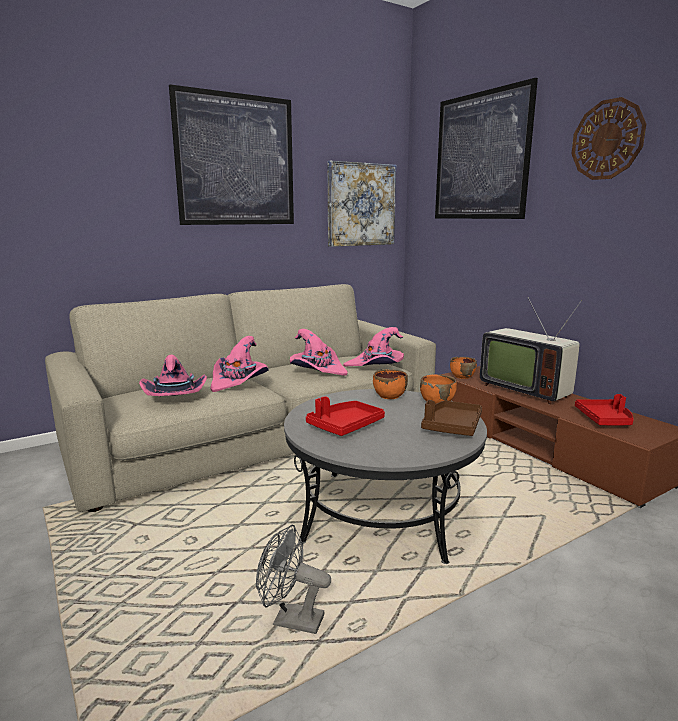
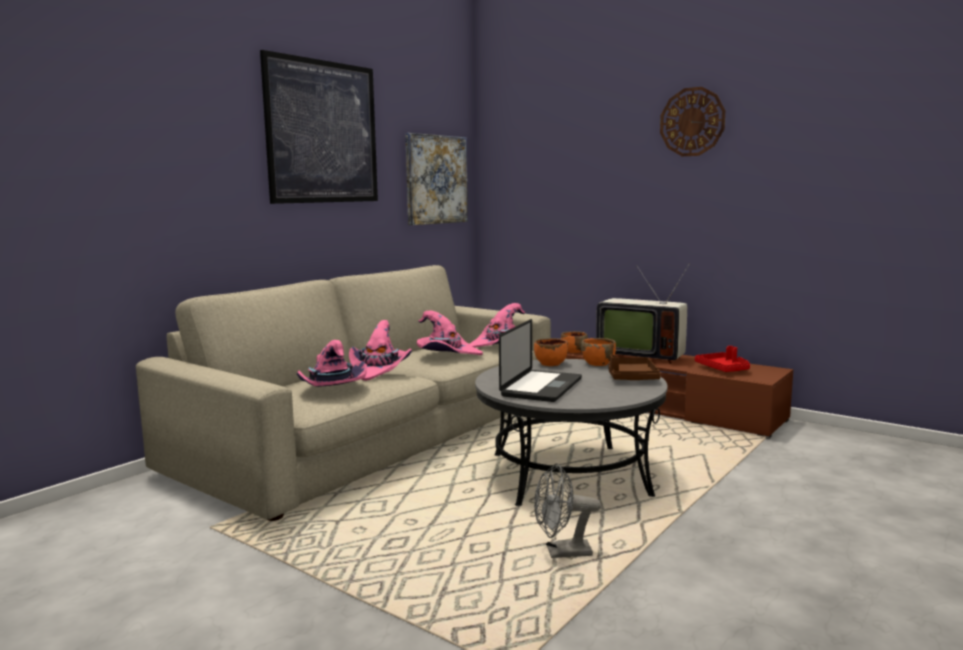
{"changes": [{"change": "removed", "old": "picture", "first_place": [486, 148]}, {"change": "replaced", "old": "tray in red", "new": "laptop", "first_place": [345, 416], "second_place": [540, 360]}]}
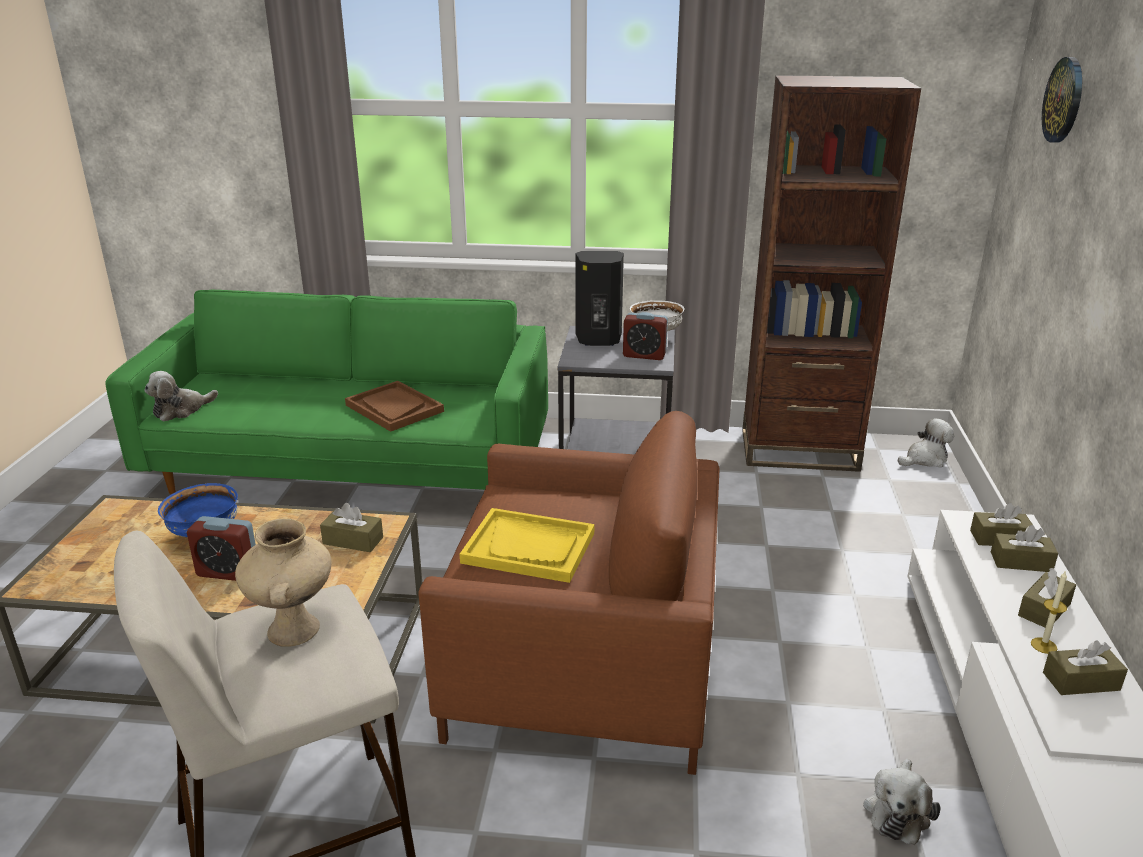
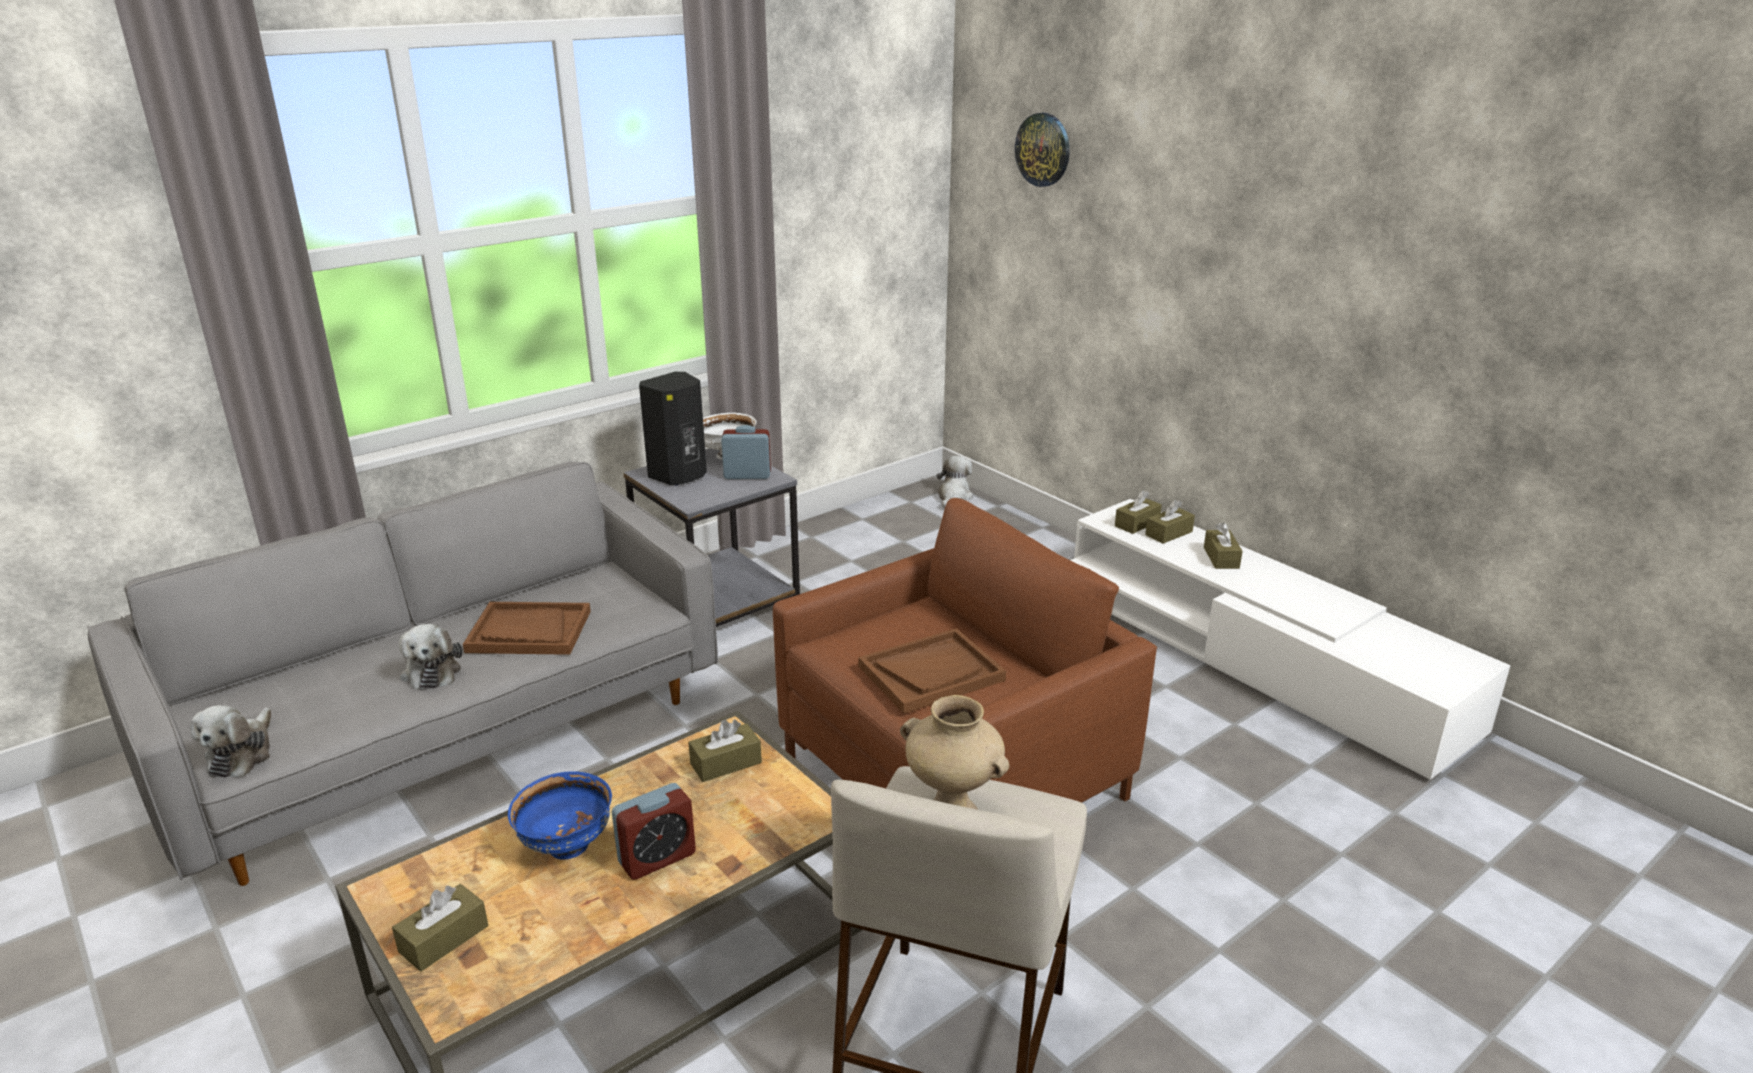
{"changes": [{"change": "removed", "old": "bookcase in brown", "first_place": [831, 273]}, {"change": "removed", "old": "candle", "first_place": [1049, 612]}, {"change": "moved", "old": "plush toy", "first_place": [902, 802], "second_place": [430, 657]}, {"change": "moved", "old": "tissue box in brown", "first_place": [1085, 667], "second_place": [440, 928]}, {"change": "recoloured", "old": "sofa in green", "new": "sofa in grey", "first_place": [326, 392], "second_place": [402, 673]}, {"change": "recoloured", "old": "tray in yellow", "new": "tray in brown", "first_place": [527, 545], "second_place": [932, 671]}, {"change": "turned", "old": "alarm clock", "first_place": [645, 336], "second_place": [746, 452], "degrees": -150}]}
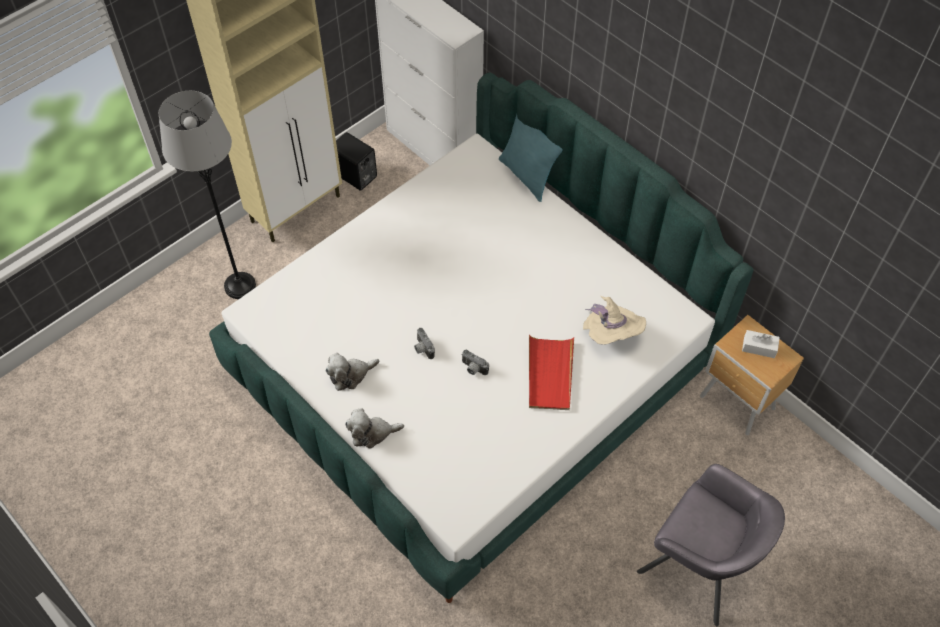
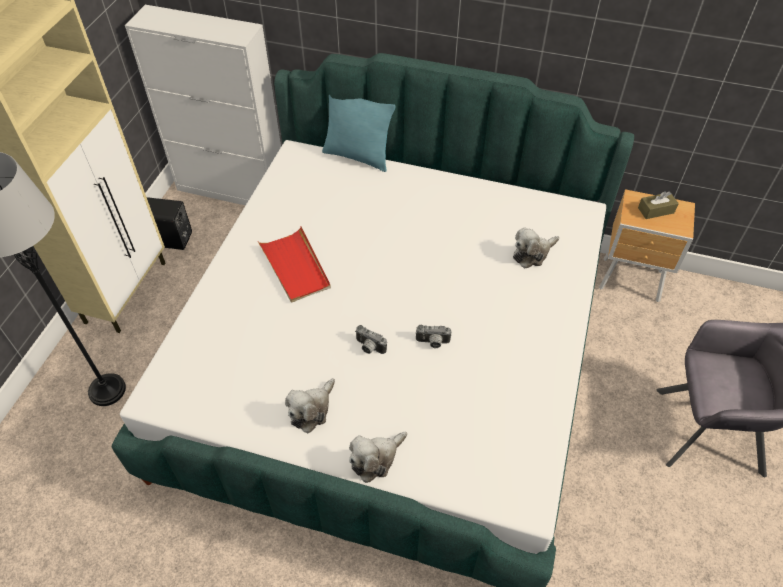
{"changes": [{"change": "moved", "old": "tray in red", "first_place": [551, 372], "second_place": [294, 265]}, {"change": "replaced", "old": "hat in beige", "new": "plush toy", "first_place": [614, 319], "second_place": [536, 247]}, {"change": "recoloured", "old": "tissue box in white", "new": "tissue box in brown", "first_place": [761, 344], "second_place": [658, 205]}]}
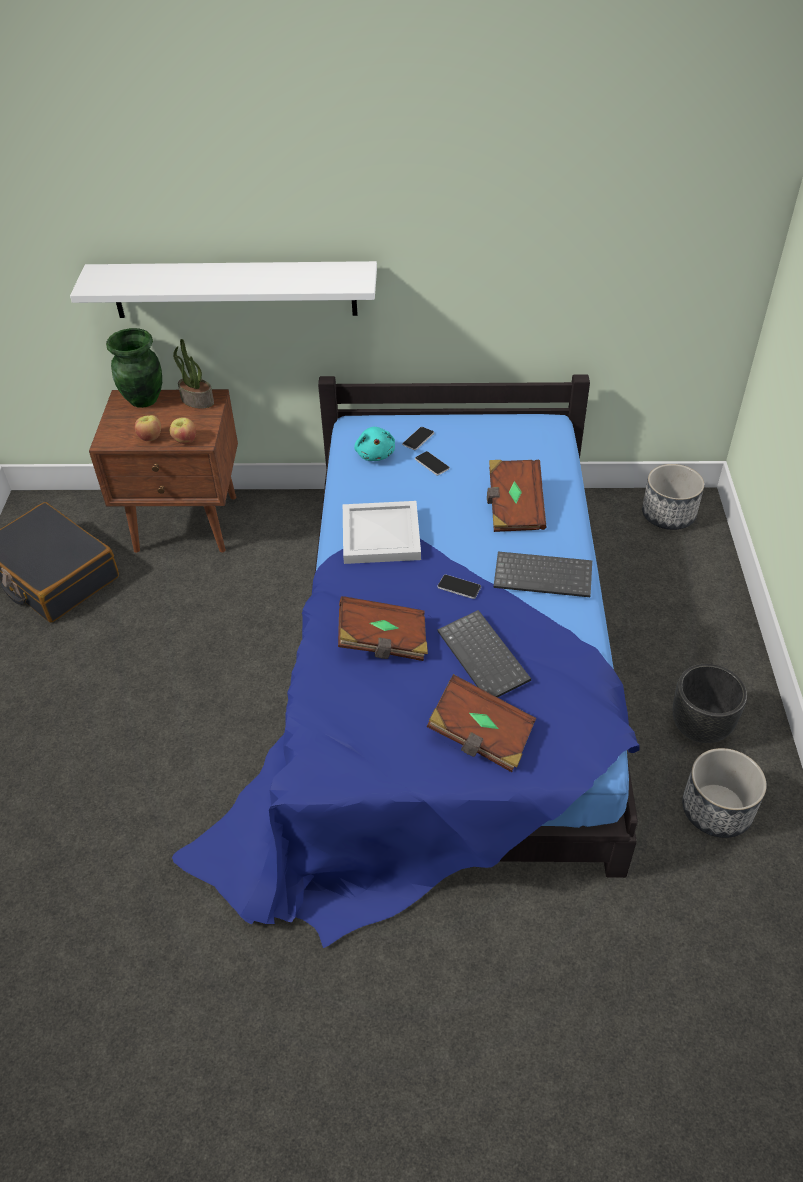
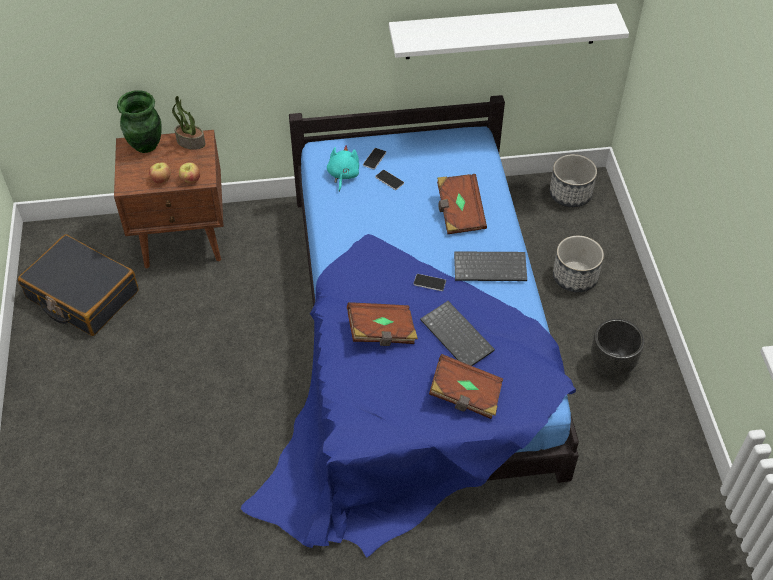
{"changes": [{"change": "removed", "old": "tray in white", "first_place": [382, 532]}, {"change": "moved", "old": "shelf in white", "first_place": [223, 289], "second_place": [509, 31]}, {"change": "moved", "old": "planter", "first_place": [724, 793], "second_place": [578, 264]}, {"change": "turned", "old": "plush toy in turquoise", "first_place": [374, 444], "second_place": [343, 168], "degrees": -150}]}
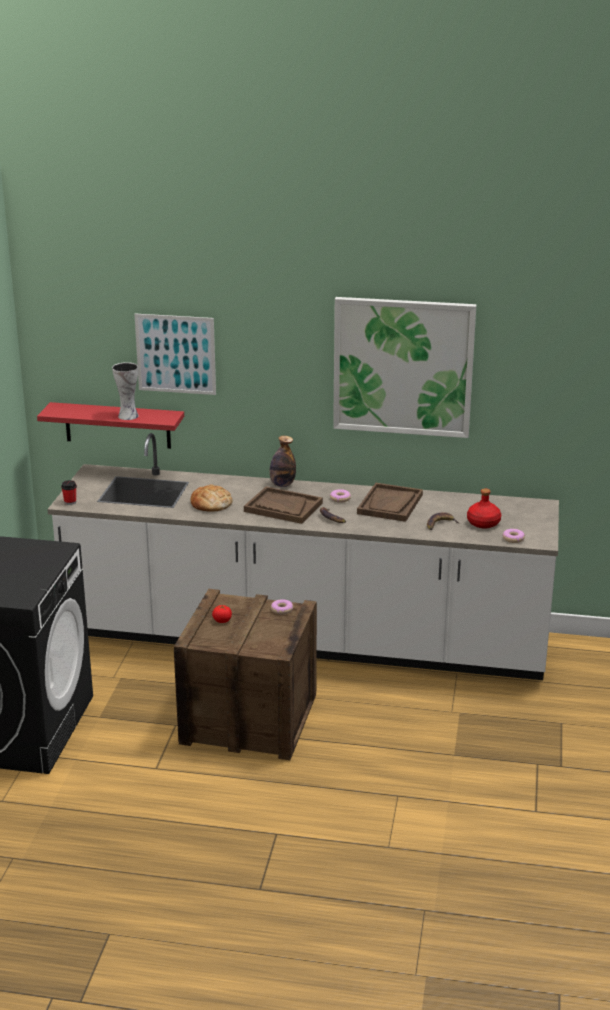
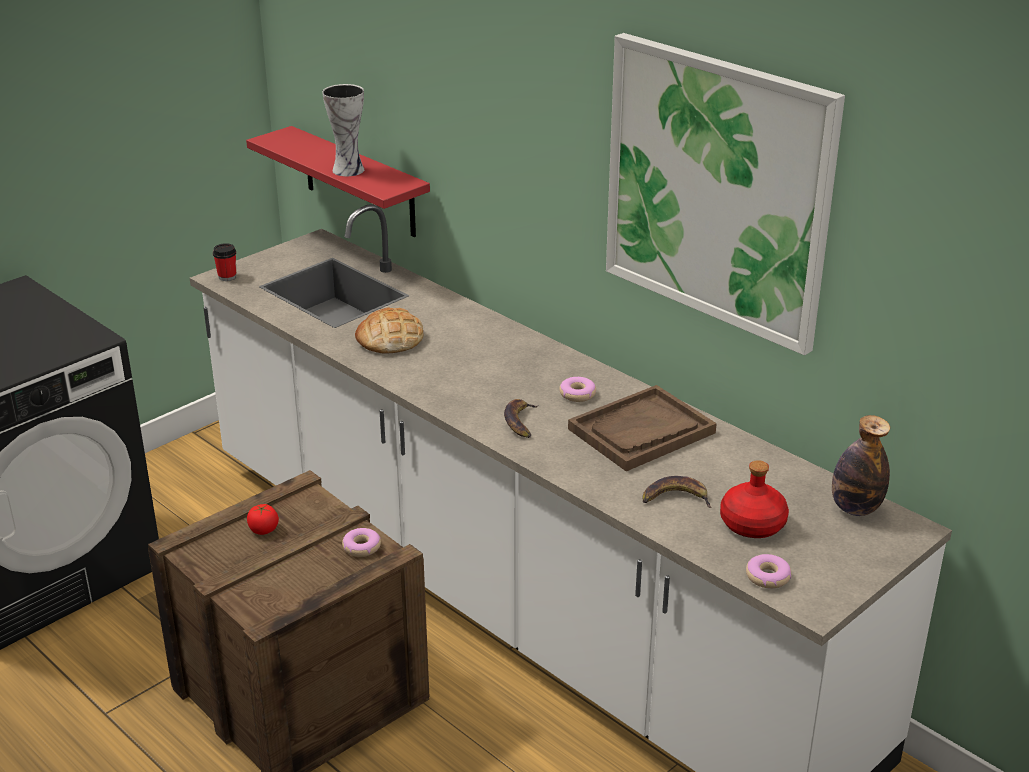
{"changes": [{"change": "removed", "old": "picture", "first_place": [175, 354]}, {"change": "removed", "old": "tray in brown", "first_place": [283, 505]}, {"change": "moved", "old": "bottle", "first_place": [283, 461], "second_place": [861, 465]}]}
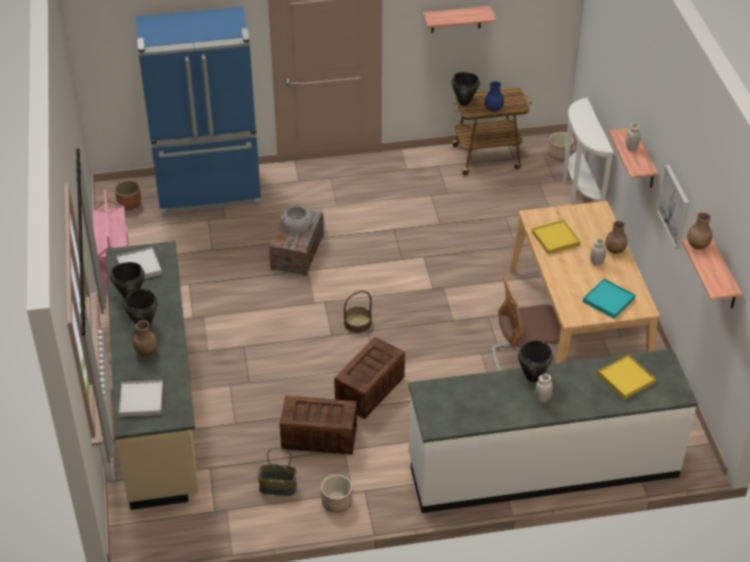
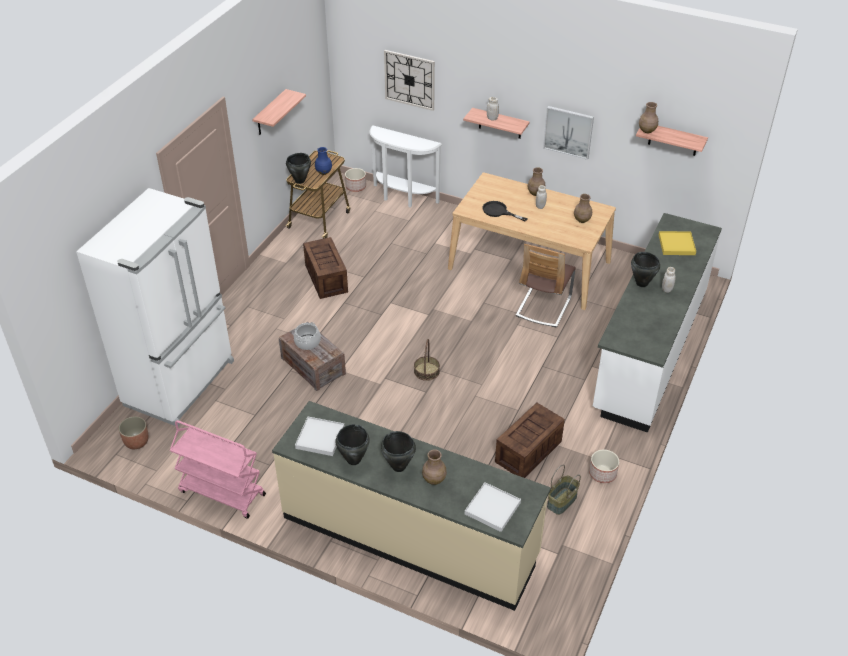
{"changes": [{"change": "added", "new": "wall clock", "second_place": [409, 80]}, {"change": "moved", "old": "crate", "first_place": [369, 378], "second_place": [325, 268]}, {"change": "replaced", "old": "tray in yellow", "new": "frying pan in black", "first_place": [556, 237], "second_place": [505, 211]}, {"change": "replaced", "old": "tray in turquoise", "new": "vase in brown", "first_place": [609, 299], "second_place": [583, 208]}, {"change": "recoloured", "old": "fridge in blue", "new": "fridge in white", "first_place": [198, 111], "second_place": [155, 307]}]}
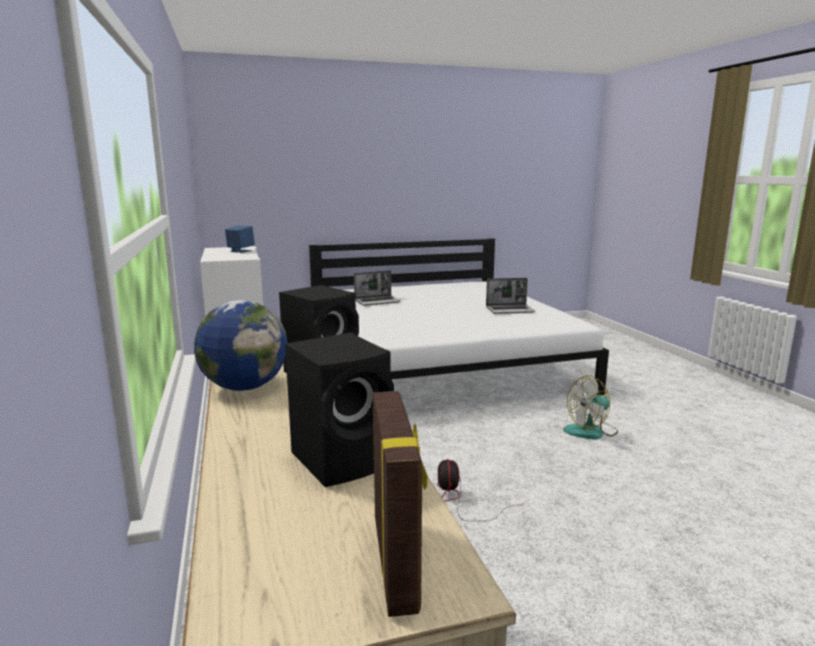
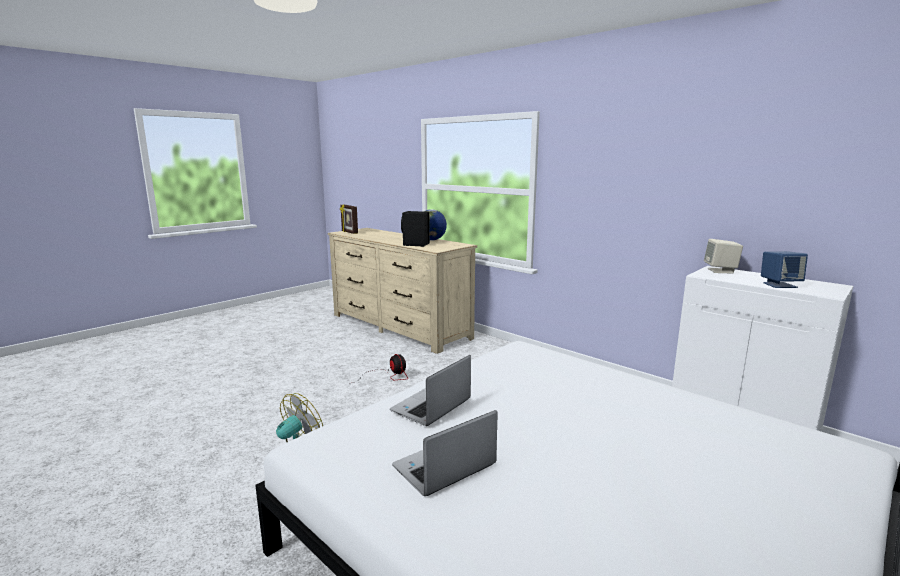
{"changes": [{"change": "removed", "old": "speaker in black", "first_place": [339, 410]}, {"change": "added", "new": "speaker in beige", "second_place": [723, 256]}, {"change": "moved", "old": "laptop", "first_place": [377, 288], "second_place": [430, 390]}]}
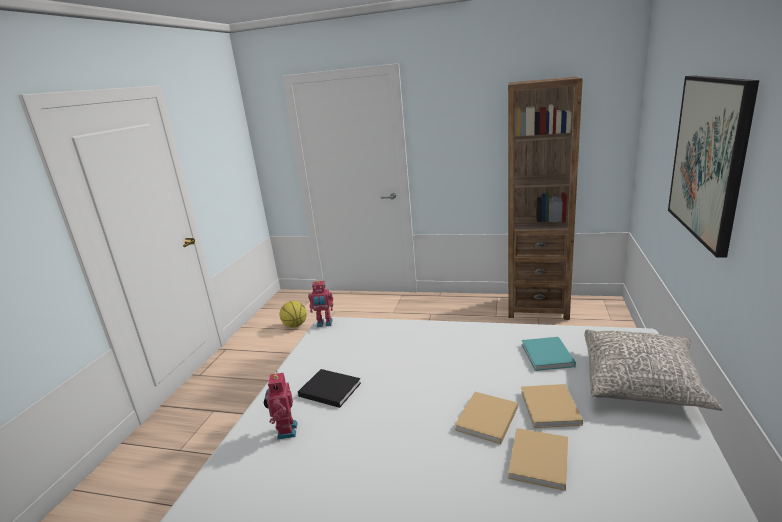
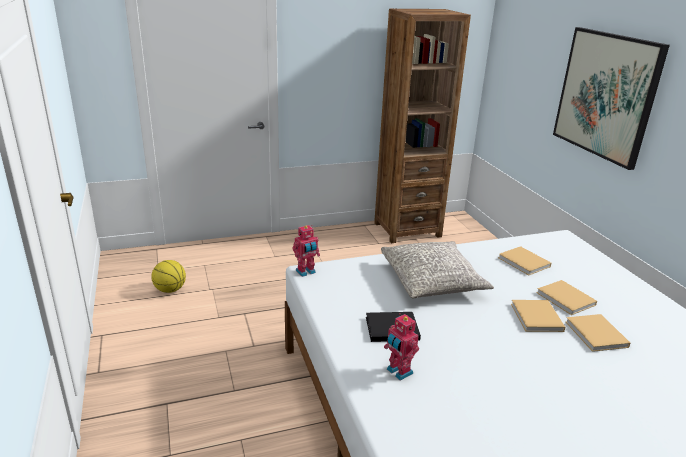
{"changes": [{"change": "moved", "old": "pillow in grey", "first_place": [653, 370], "second_place": [437, 269]}, {"change": "recoloured", "old": "book in turquoise", "new": "book in beige", "first_place": [549, 354], "second_place": [524, 260]}]}
